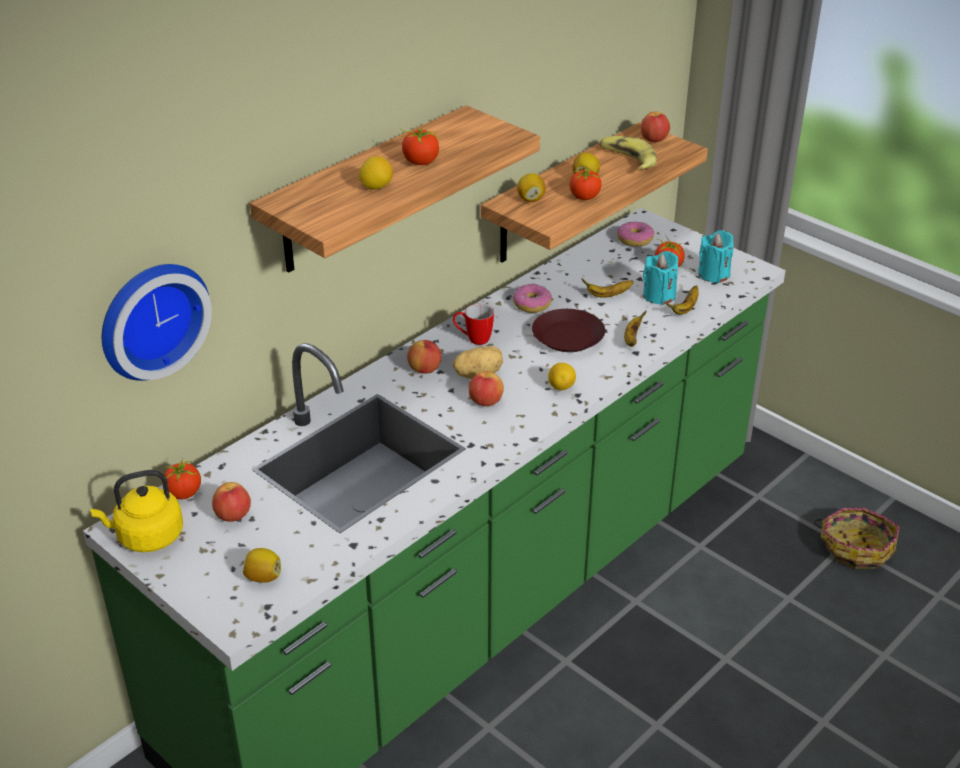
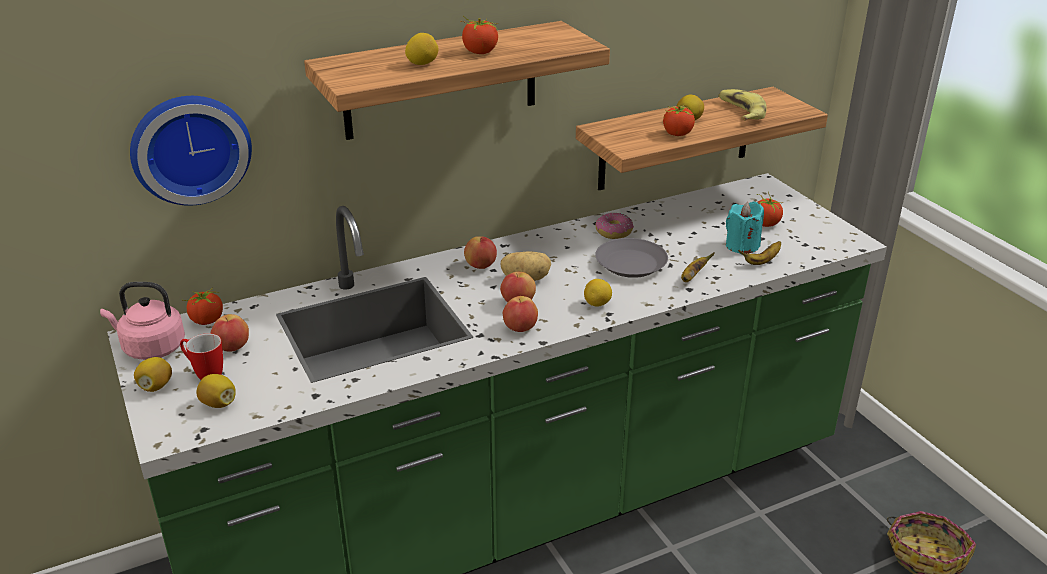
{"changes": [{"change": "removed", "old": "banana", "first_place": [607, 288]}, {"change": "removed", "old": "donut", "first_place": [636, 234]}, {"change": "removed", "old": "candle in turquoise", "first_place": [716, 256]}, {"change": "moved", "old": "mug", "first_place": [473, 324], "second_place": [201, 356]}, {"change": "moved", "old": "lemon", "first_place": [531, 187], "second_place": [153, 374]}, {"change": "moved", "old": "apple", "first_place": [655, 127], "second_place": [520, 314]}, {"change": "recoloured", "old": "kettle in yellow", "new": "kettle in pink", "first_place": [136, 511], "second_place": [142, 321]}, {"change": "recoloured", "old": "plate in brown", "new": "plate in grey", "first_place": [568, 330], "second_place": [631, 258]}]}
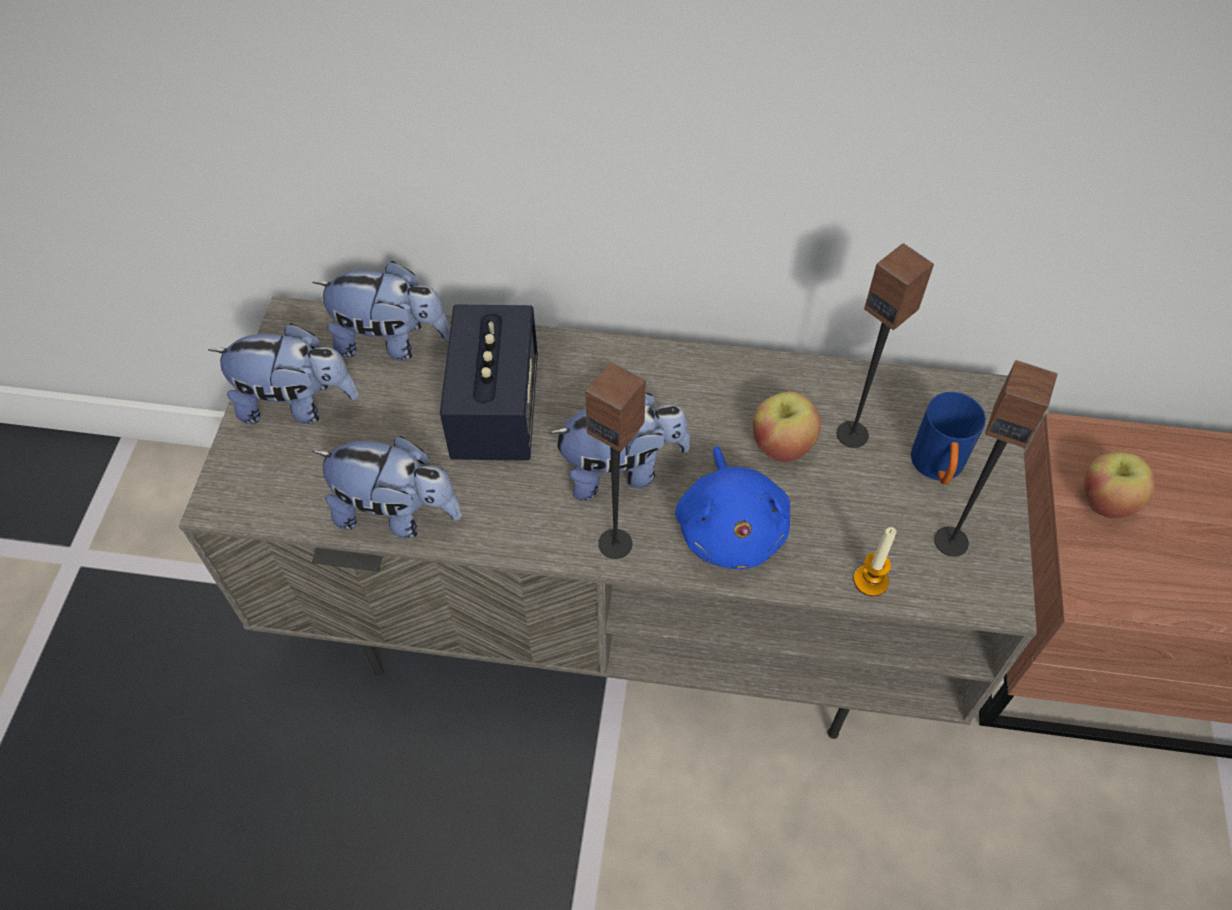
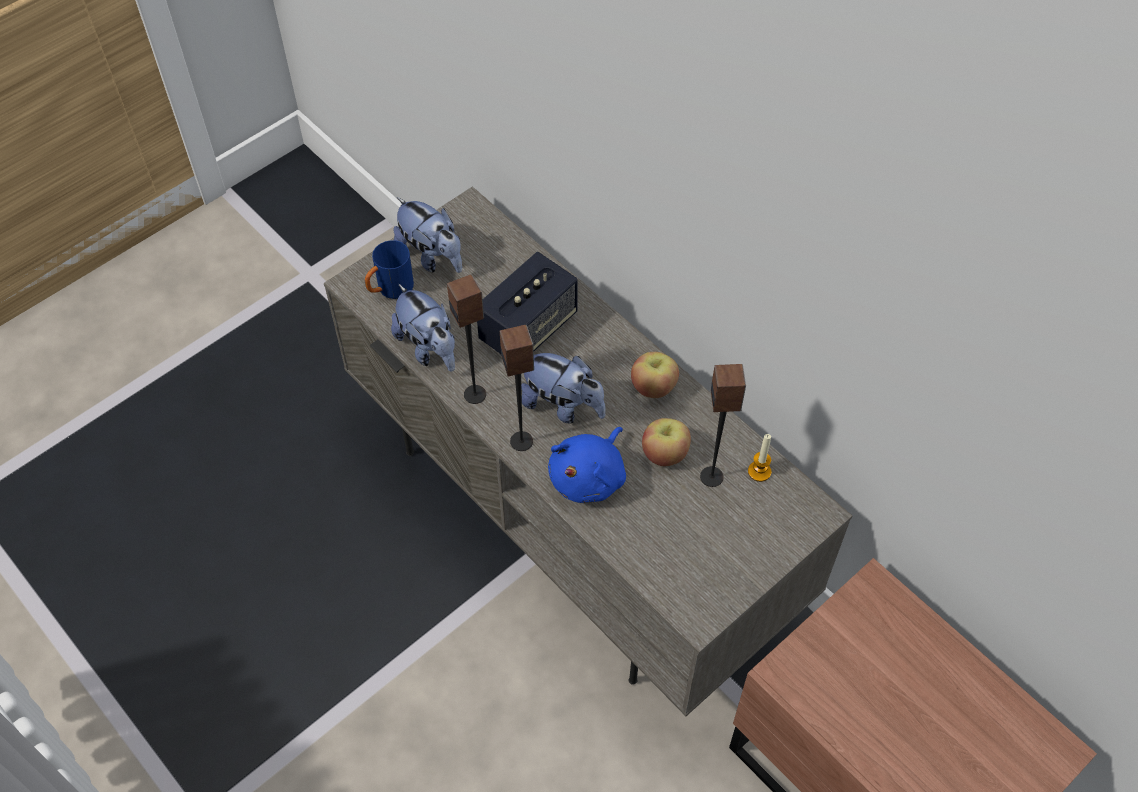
{"changes": [{"change": "removed", "old": "plush toy", "first_place": [381, 310]}, {"change": "moved", "old": "candle", "first_place": [875, 561], "second_place": [759, 458]}, {"change": "moved", "old": "mug in blue", "first_place": [948, 438], "second_place": [389, 269]}, {"change": "moved", "old": "speaker", "first_place": [995, 458], "second_place": [466, 339]}, {"change": "moved", "old": "apple", "first_place": [1119, 485], "second_place": [655, 375]}]}
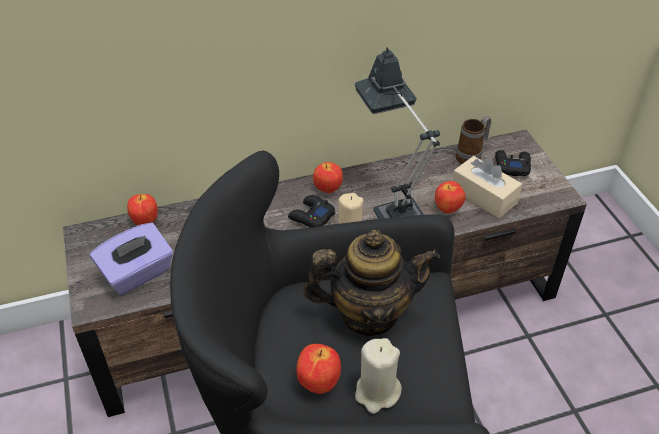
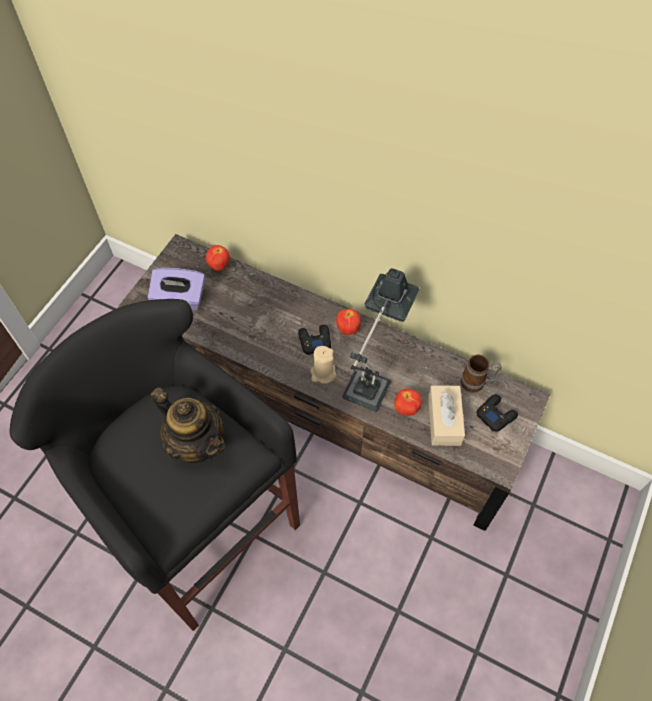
{"changes": [{"change": "removed", "old": "apple", "first_place": [318, 369]}, {"change": "removed", "old": "candle in beige", "first_place": [378, 376]}]}
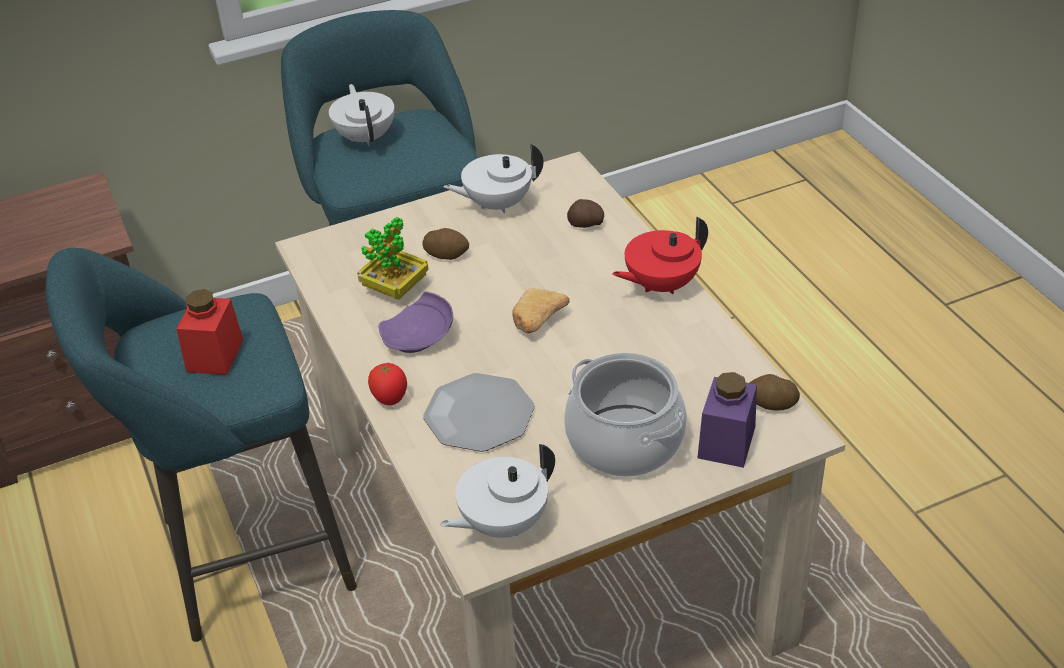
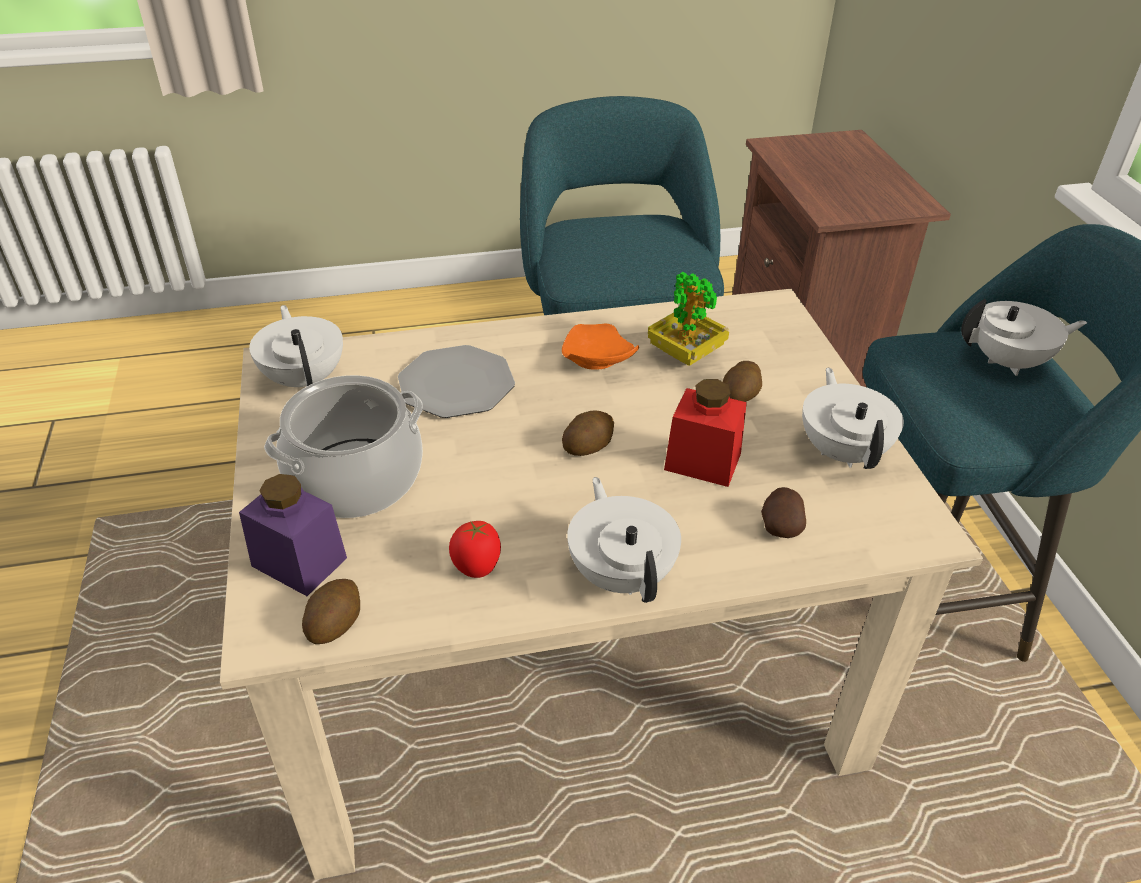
{"changes": [{"change": "moved", "old": "jar in red", "first_place": [210, 332], "second_place": [705, 433]}, {"change": "moved", "old": "tomato", "first_place": [387, 384], "second_place": [475, 549]}, {"change": "replaced", "old": "bread", "new": "potato", "first_place": [540, 310], "second_place": [588, 433]}, {"change": "recoloured", "old": "plate in purple", "new": "plate in orange", "first_place": [415, 322], "second_place": [600, 347]}, {"change": "recoloured", "old": "teapot in red", "new": "teapot in white", "first_place": [660, 255], "second_place": [624, 540]}]}
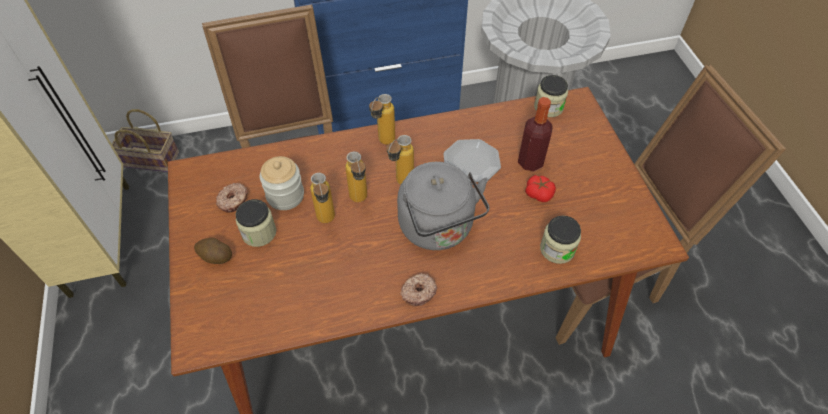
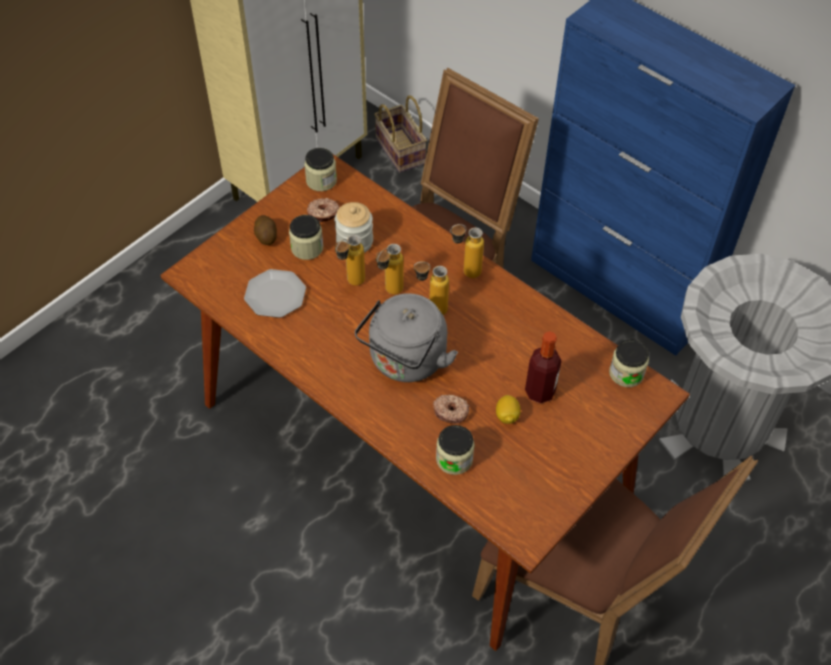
{"changes": [{"change": "added", "new": "jar", "second_place": [320, 169]}, {"change": "moved", "old": "donut", "first_place": [418, 290], "second_place": [451, 409]}, {"change": "moved", "old": "plate", "first_place": [472, 160], "second_place": [275, 293]}, {"change": "replaced", "old": "tomato", "new": "lemon", "first_place": [540, 188], "second_place": [508, 409]}]}
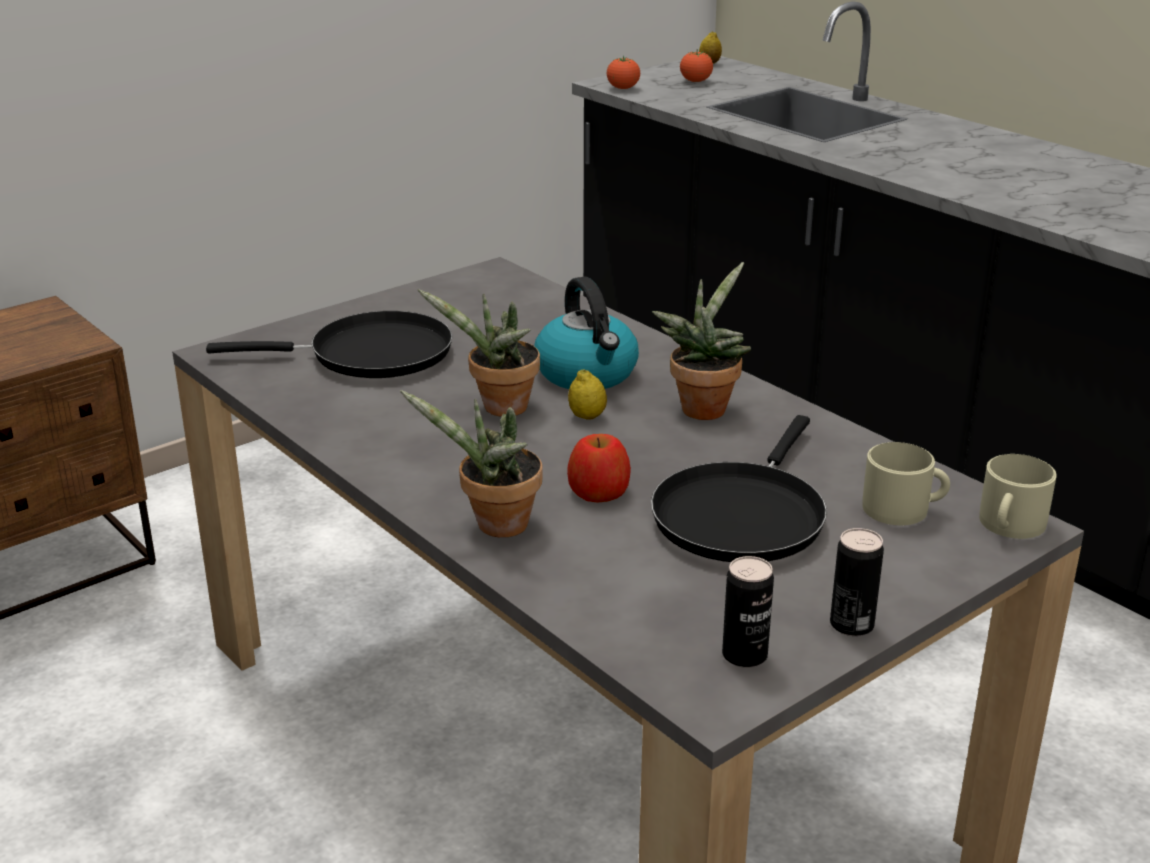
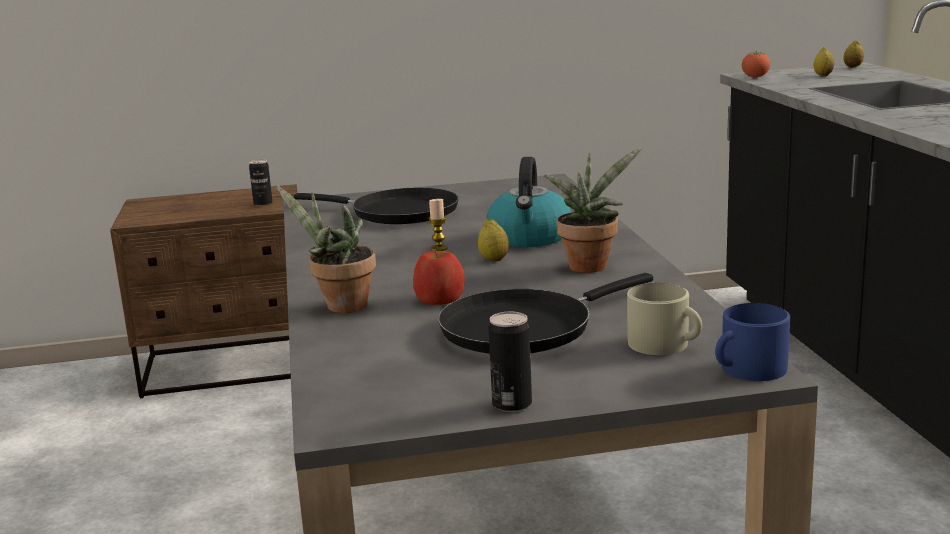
{"changes": [{"change": "moved", "old": "can", "first_place": [748, 612], "second_place": [261, 182]}, {"change": "replaced", "old": "potted plant", "new": "candle", "first_place": [479, 353], "second_place": [438, 225]}, {"change": "replaced", "old": "tomato", "new": "lemon", "first_place": [696, 65], "second_place": [824, 61]}, {"change": "recoloured", "old": "mug in beige", "new": "mug in blue", "first_place": [1018, 496], "second_place": [752, 342]}]}
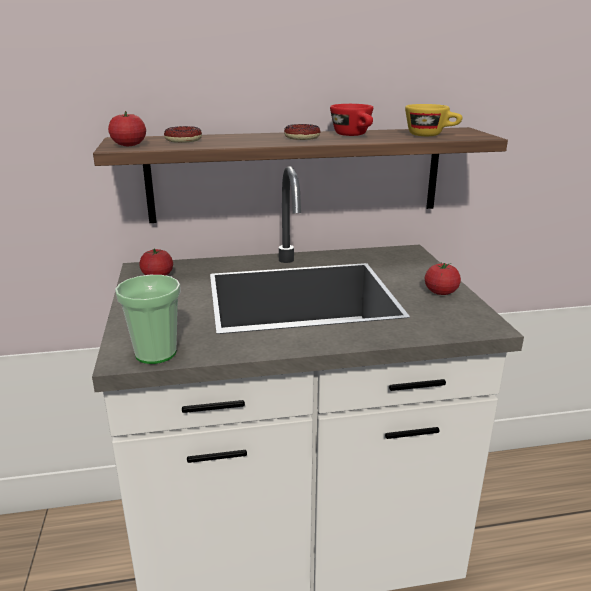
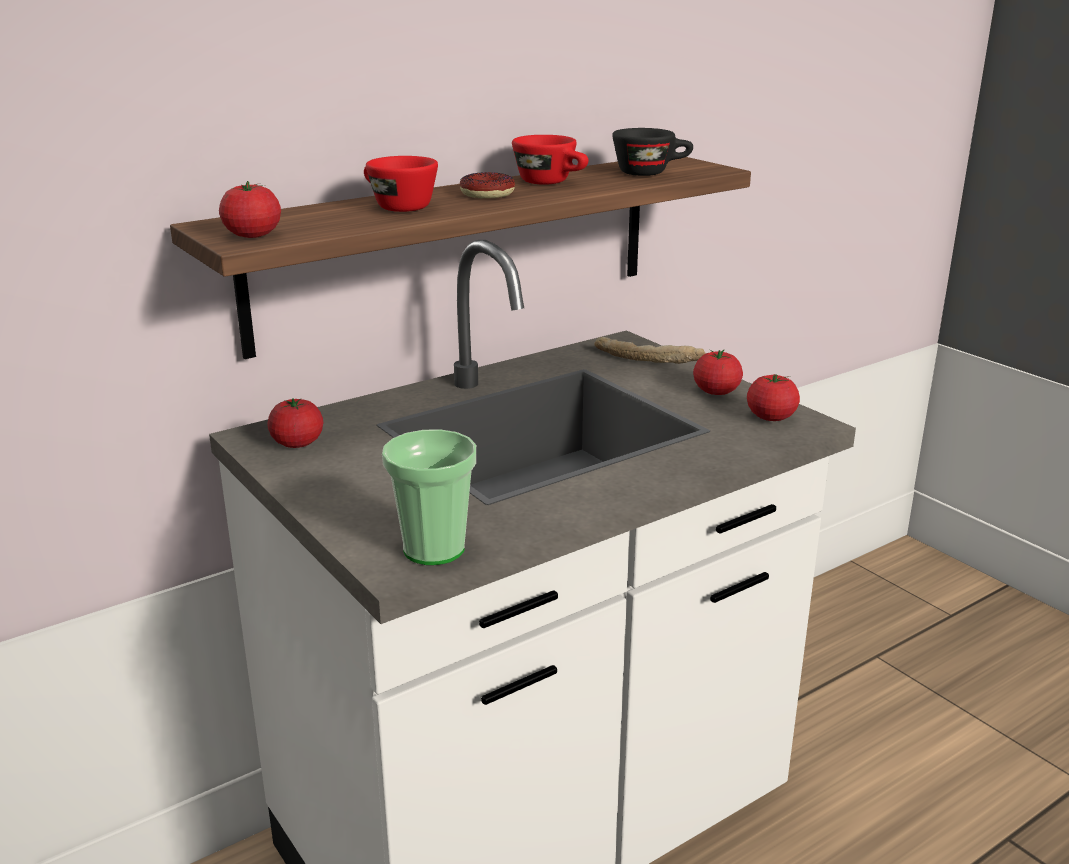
{"changes": [{"change": "removed", "old": "donut", "first_place": [183, 134]}, {"change": "added", "new": "cup in red", "second_place": [401, 184]}, {"change": "added", "new": "bread", "second_place": [650, 350]}, {"change": "added", "new": "tomato", "second_place": [773, 397]}, {"change": "recoloured", "old": "cup in yellow", "new": "cup in black", "first_place": [433, 120], "second_place": [652, 152]}]}
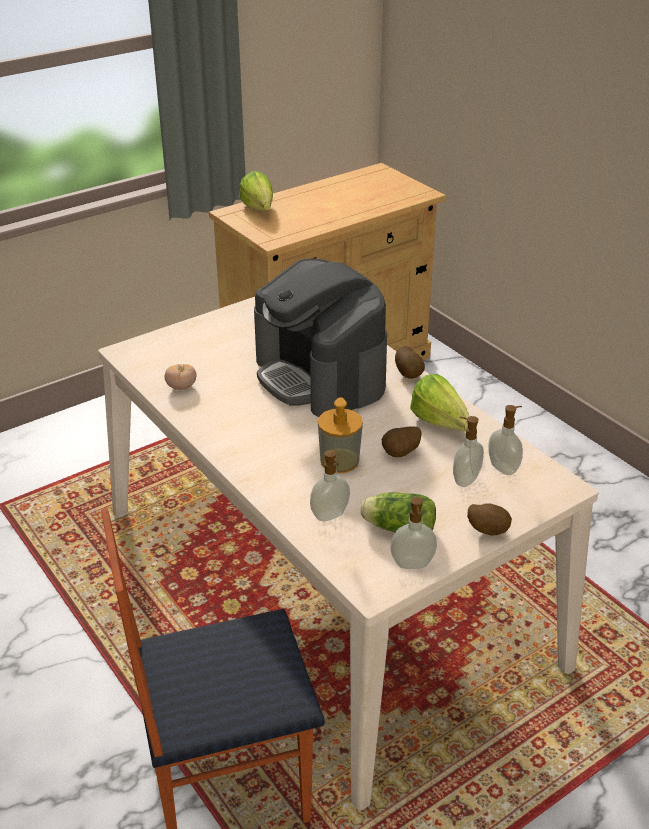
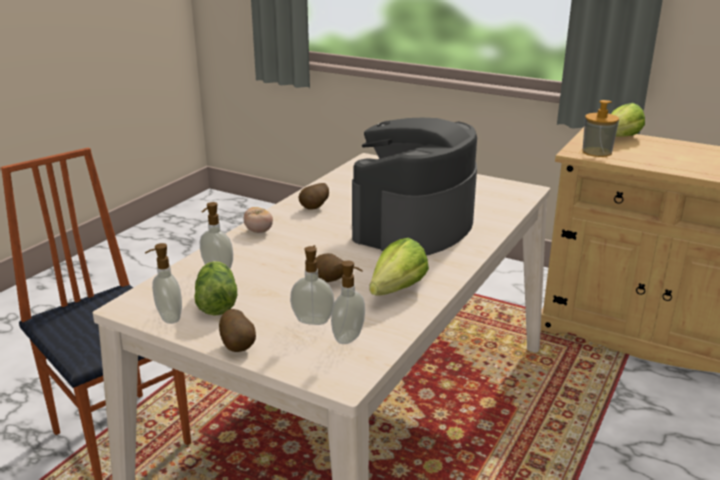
{"changes": [{"change": "moved", "old": "tomato", "first_place": [180, 377], "second_place": [258, 220]}, {"change": "moved", "old": "soap dispenser", "first_place": [340, 435], "second_place": [600, 128]}, {"change": "moved", "old": "potato", "first_place": [410, 362], "second_place": [314, 196]}]}
